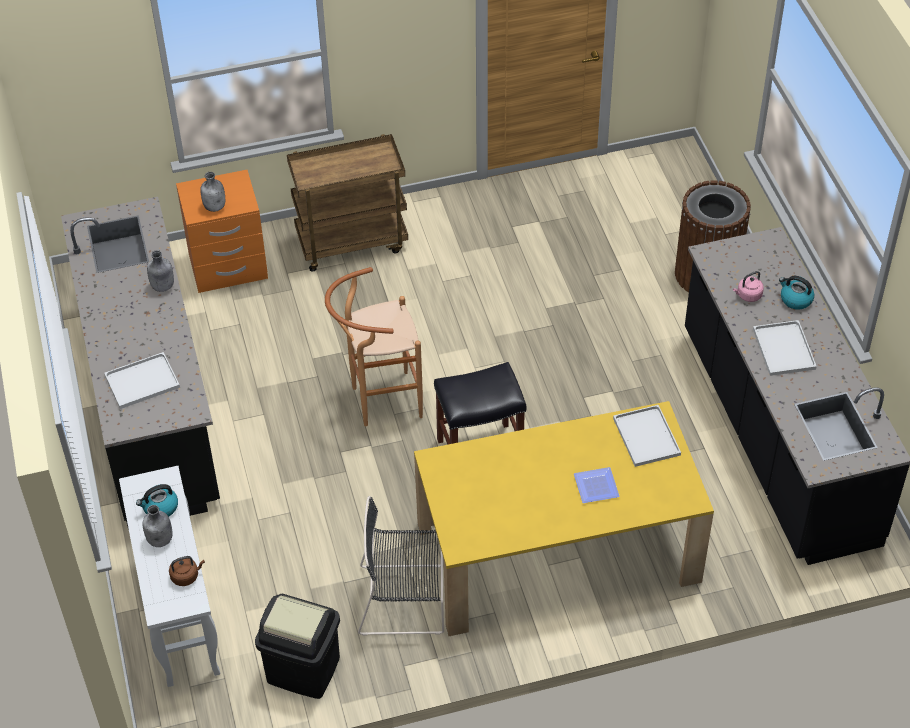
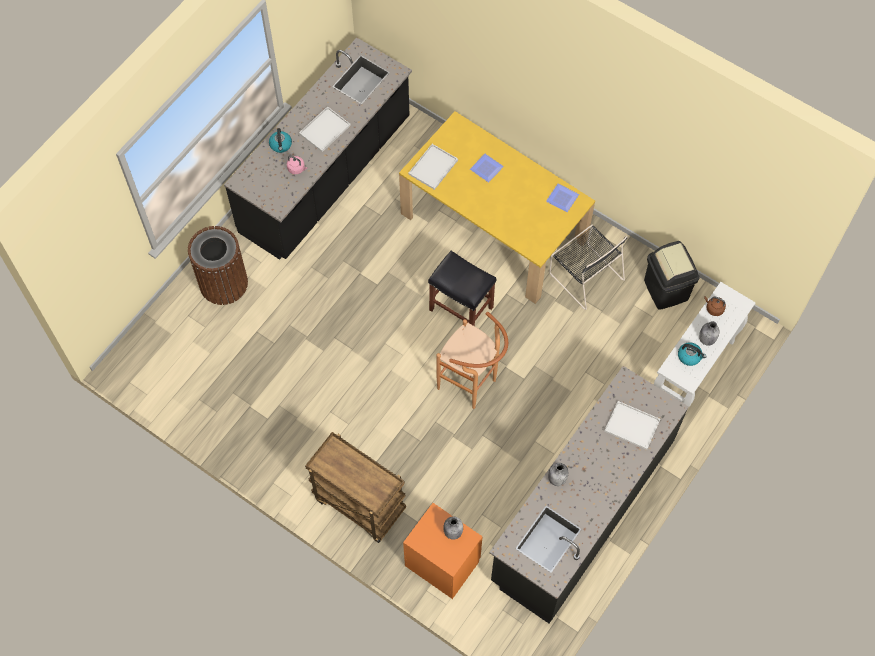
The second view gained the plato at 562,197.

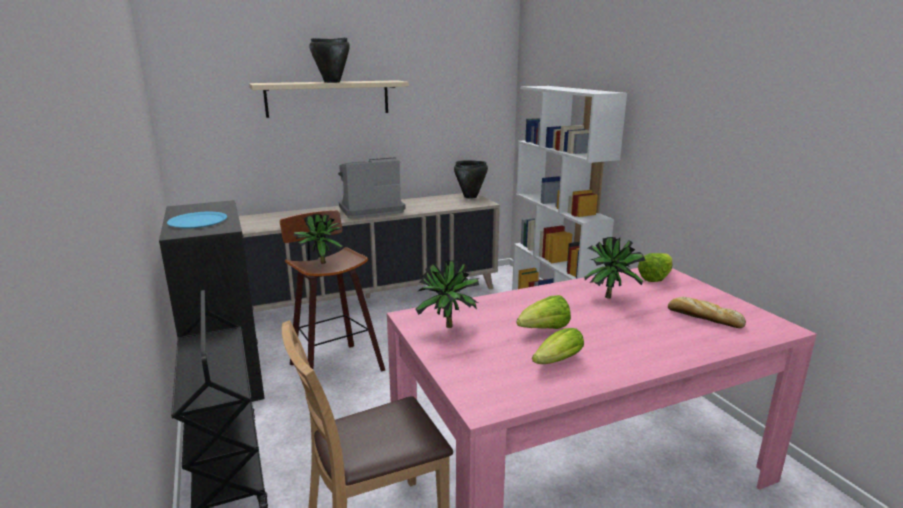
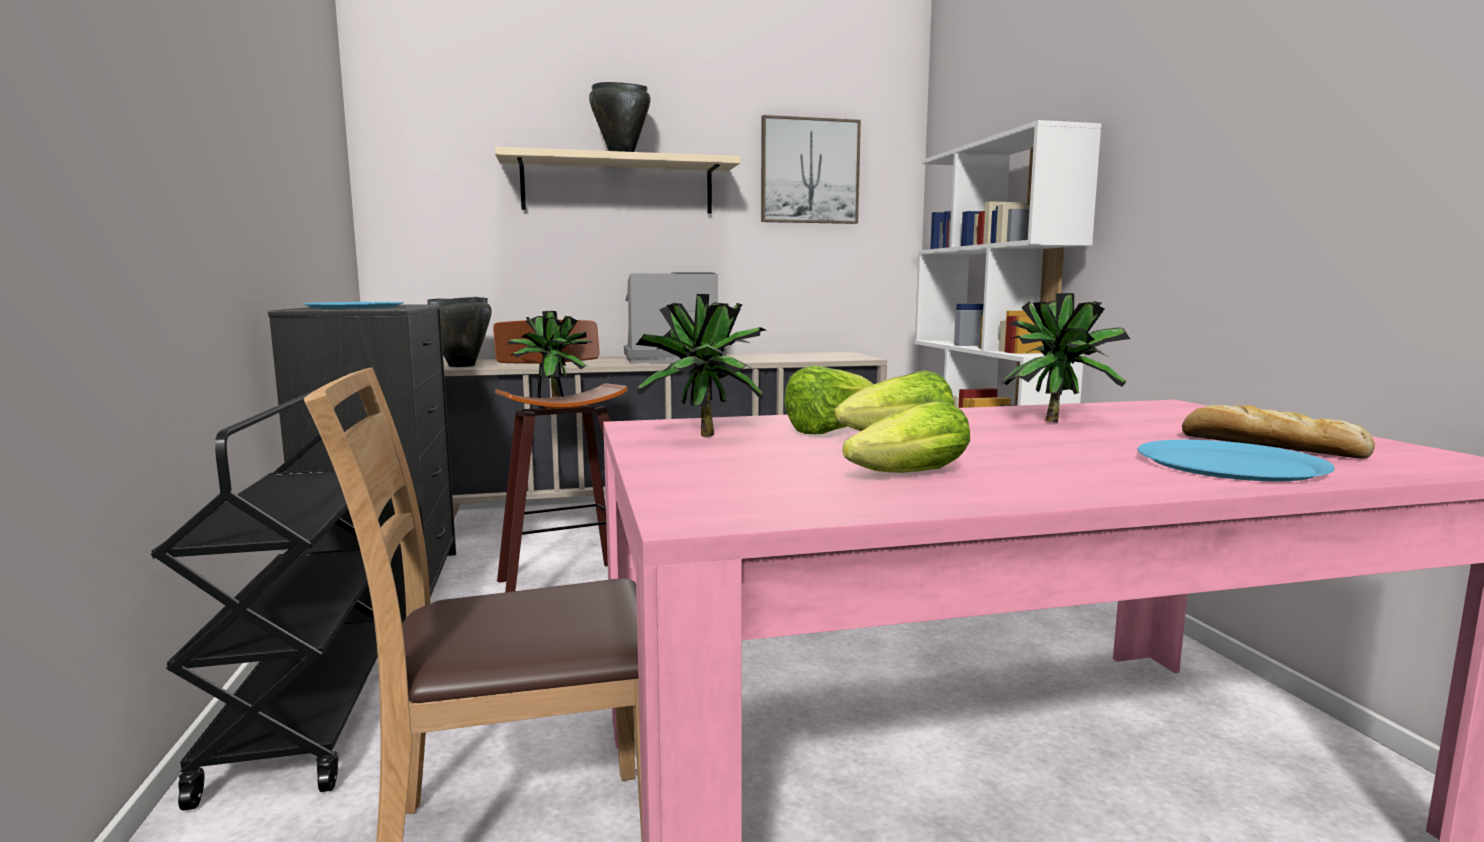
The second view gained the cuadro at 809,171.
The second view gained the plato/azul at 1230,464.
The olla/negro ended up elsewhere, having gone from 470,197 to 461,366.
The lechuga ended up elsewhere, having gone from 655,278 to 831,431.

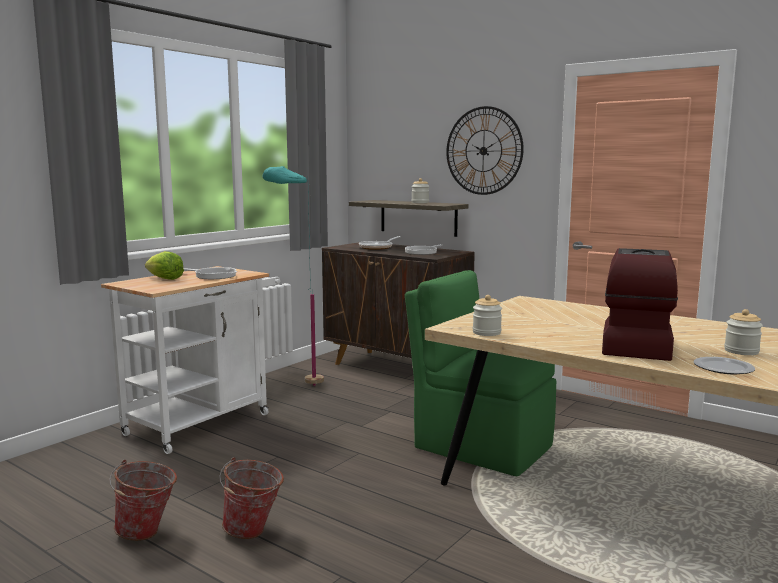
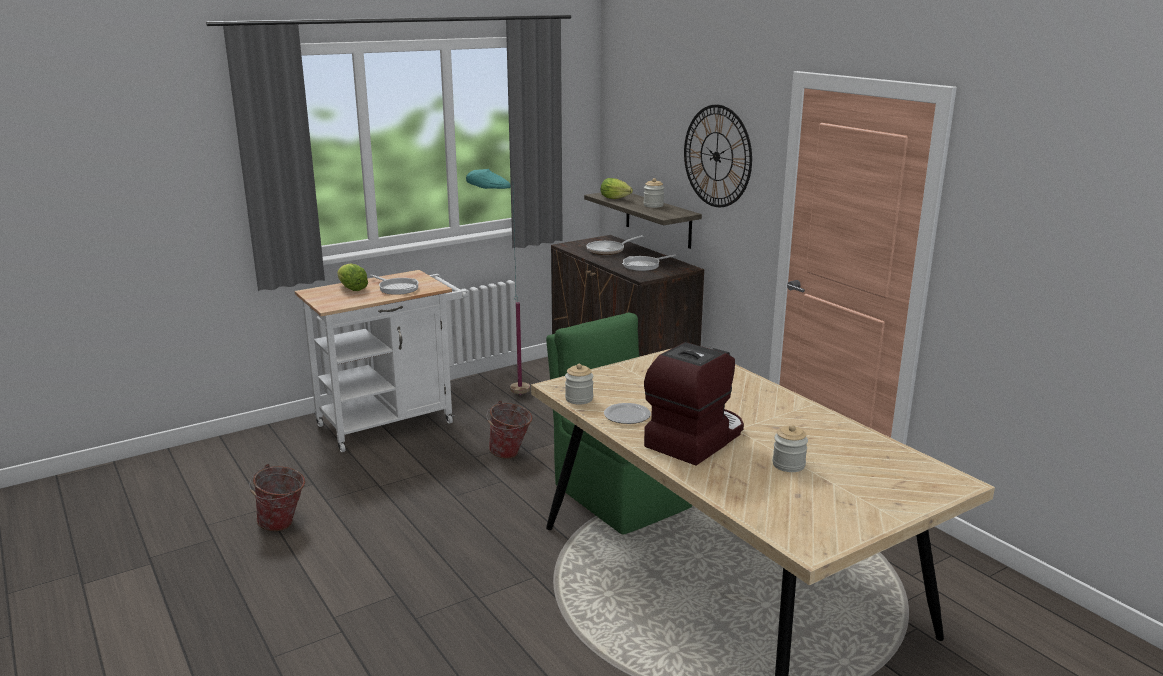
The second view gained the lechuga at 617,199.
The cubo ended up elsewhere, having gone from 254,532 to 510,455.
The plato ended up elsewhere, having gone from 723,368 to 626,416.

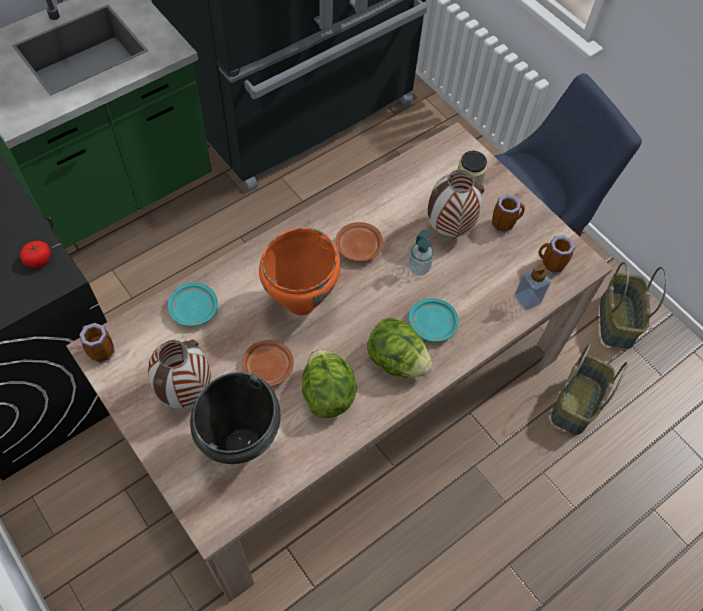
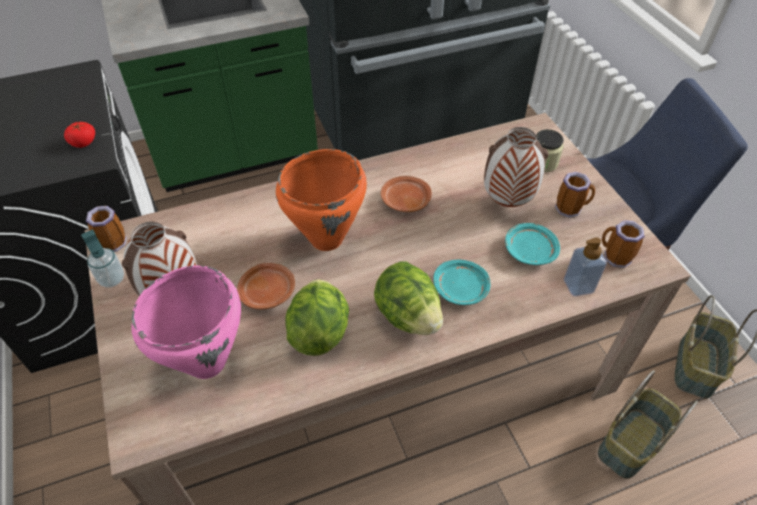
The plato/turquesa ended up elsewhere, having gone from 193,308 to 529,250.
The dispensador de jabón ended up elsewhere, having gone from 419,267 to 112,279.
What was the olla/negro at 242,444 turned into the olla/rosa at 208,362.

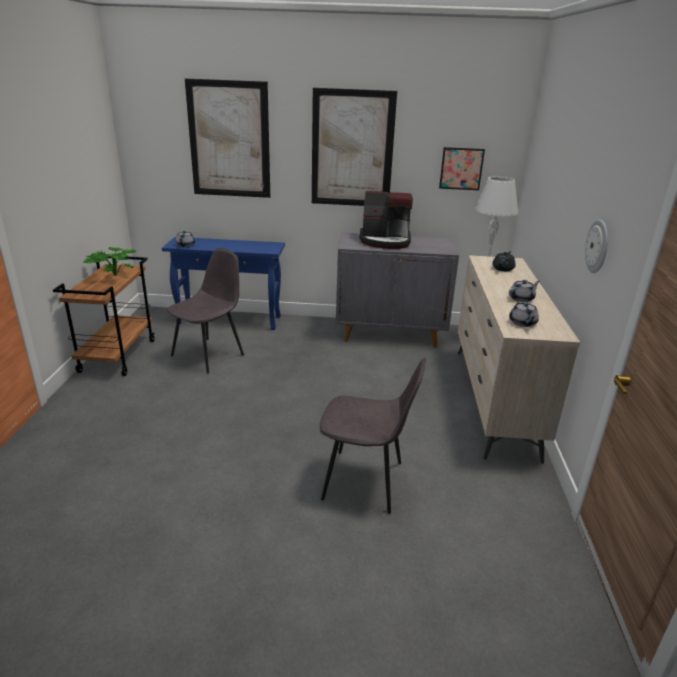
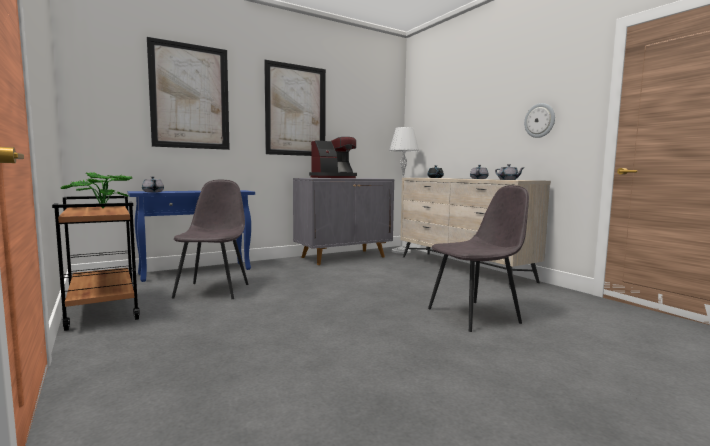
The second view lost the cuadro at 461,168.

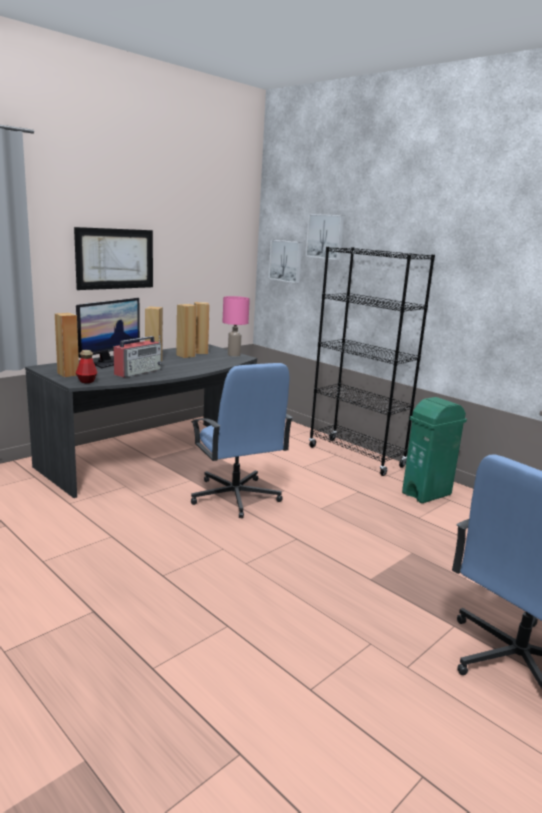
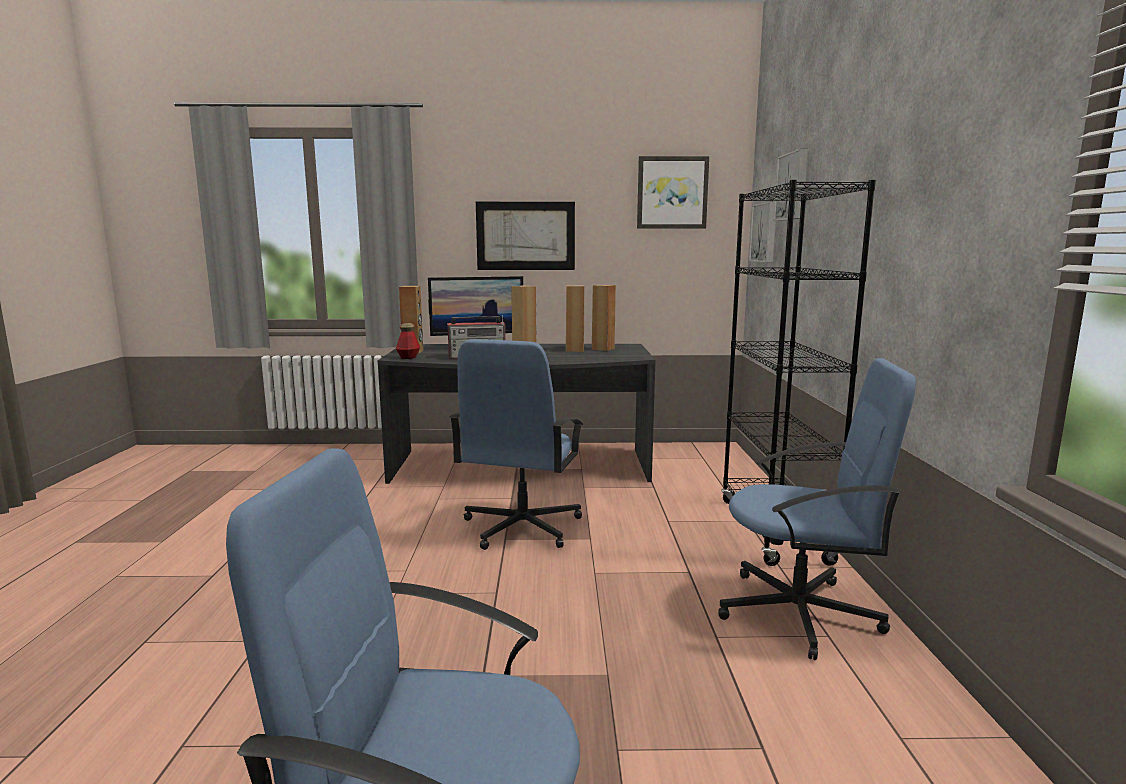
The second view lost the lámpara de mesa/rosa at 234,355.
The second view gained the cuadro at 672,193.
Where the papelera/verde stood at 427,494, the silla de oficina/azul came to stand at 800,613.

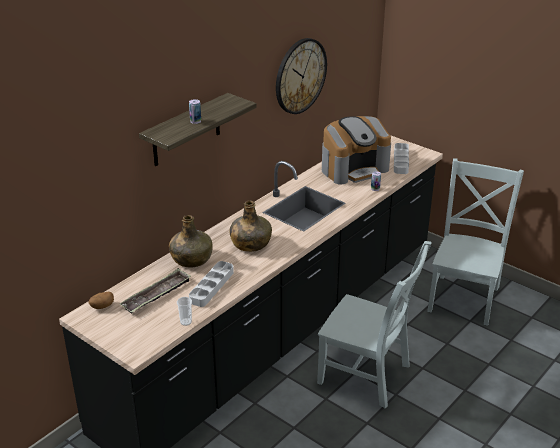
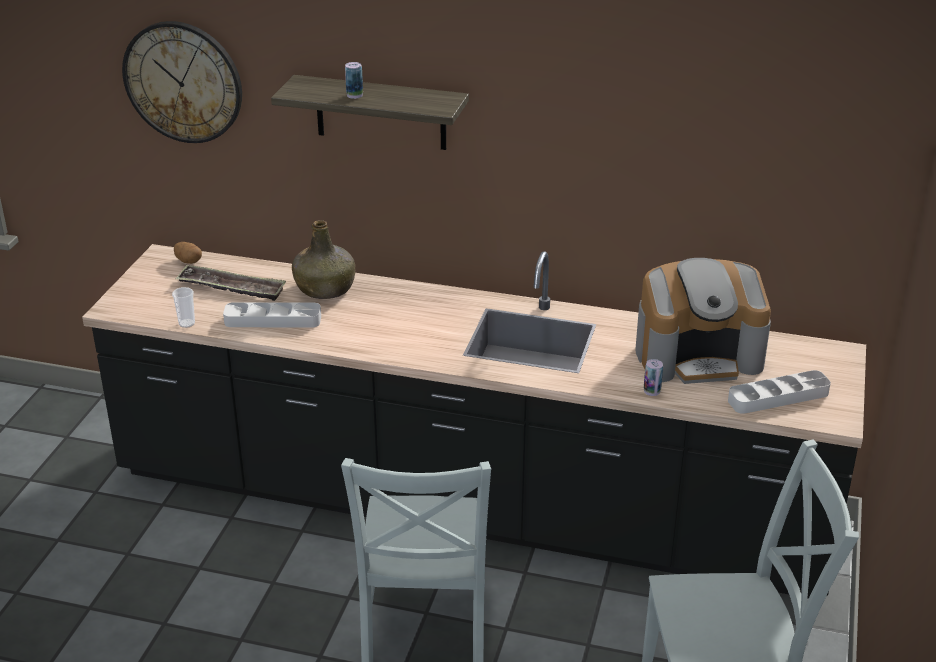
The second view lost the botella/verde at 250,244.
The reloj de pared ended up elsewhere, having gone from 300,76 to 183,82.
The cafetera at 354,168 ended up facing another way, 45 degrees counterclockwise from before.

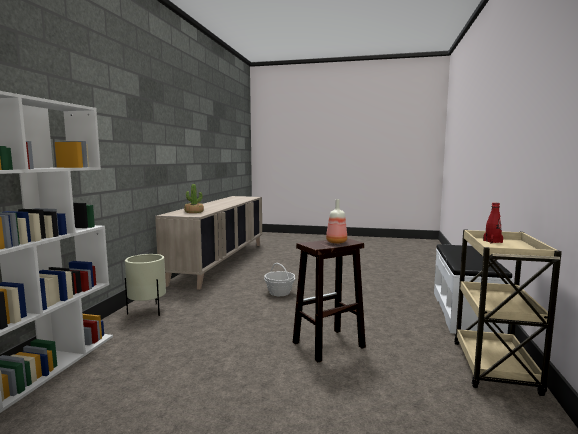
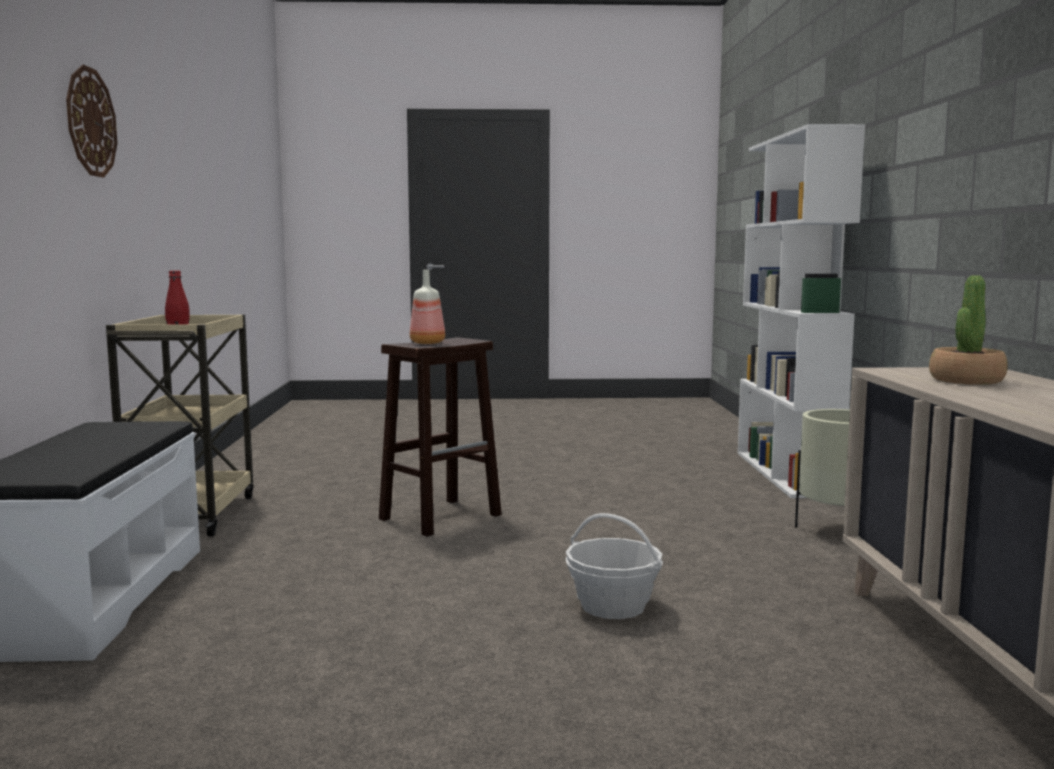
The second view gained the reloj de pared at 90,122.

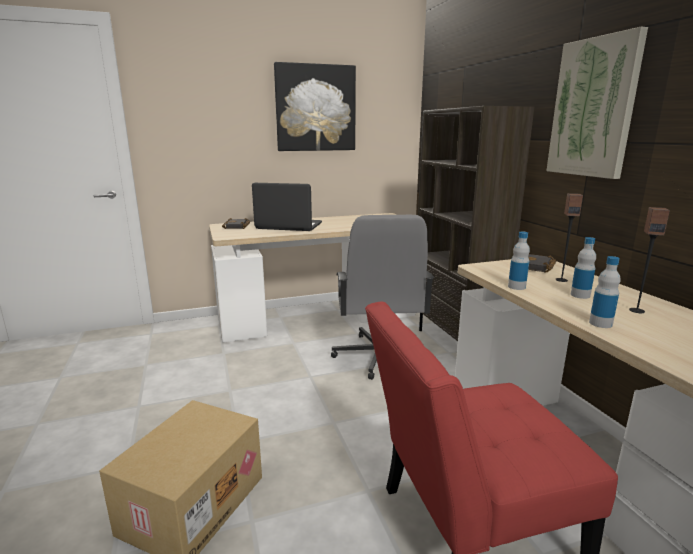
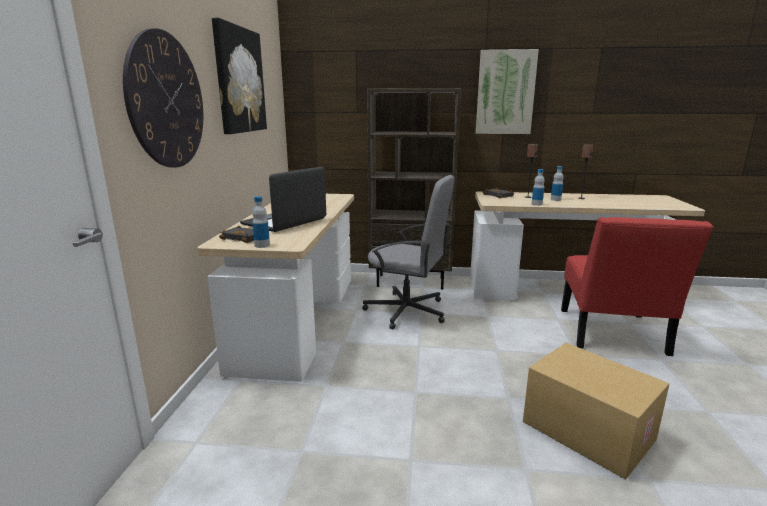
The second view gained the reloj de pared at 166,101.
The botella ended up elsewhere, having gone from 600,323 to 262,245.

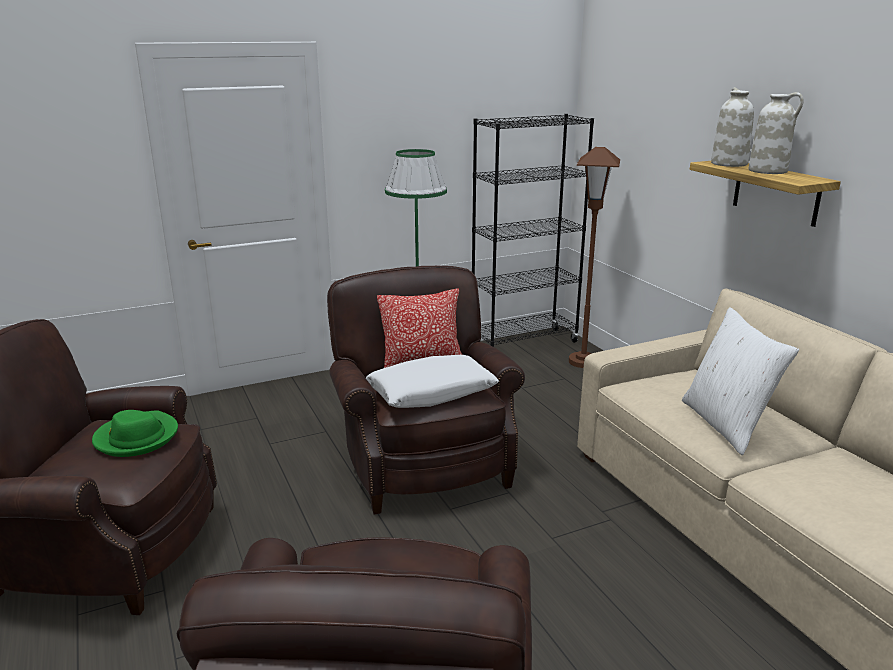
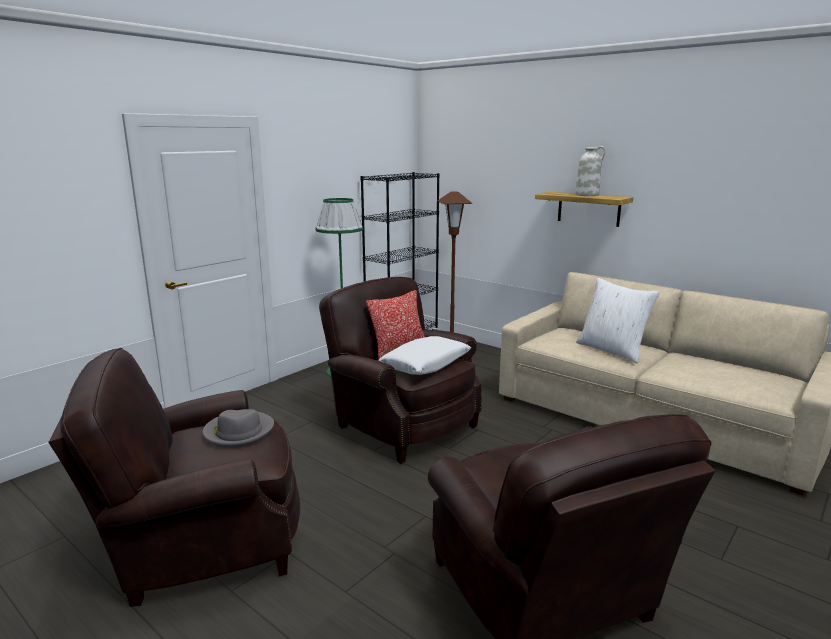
The second view lost the florero/blanco at 728,163.
What was the sombrero/verde at 136,437 turned into the sombrero/gris at 238,432.

